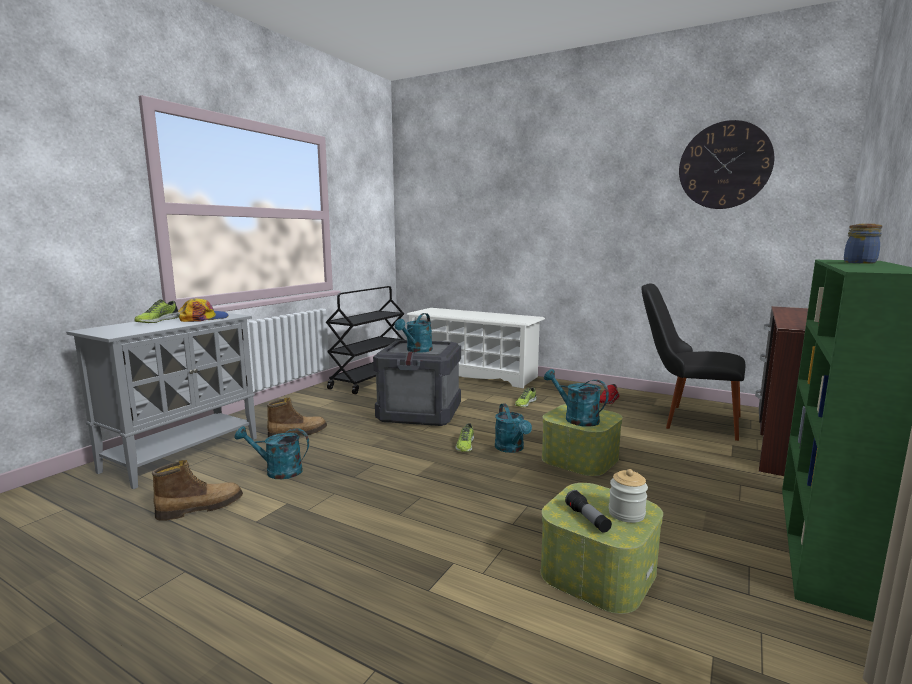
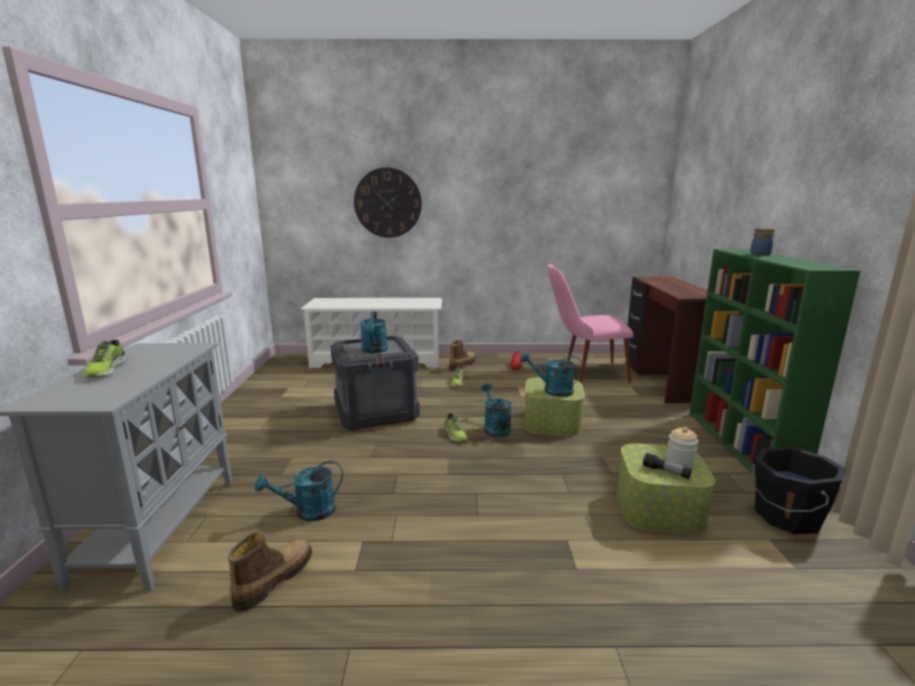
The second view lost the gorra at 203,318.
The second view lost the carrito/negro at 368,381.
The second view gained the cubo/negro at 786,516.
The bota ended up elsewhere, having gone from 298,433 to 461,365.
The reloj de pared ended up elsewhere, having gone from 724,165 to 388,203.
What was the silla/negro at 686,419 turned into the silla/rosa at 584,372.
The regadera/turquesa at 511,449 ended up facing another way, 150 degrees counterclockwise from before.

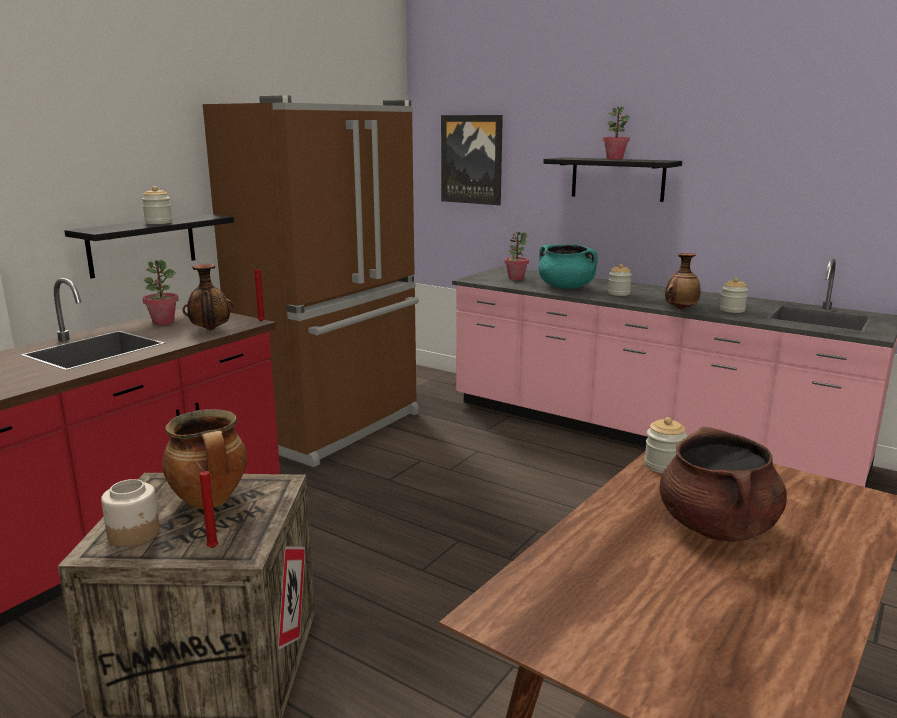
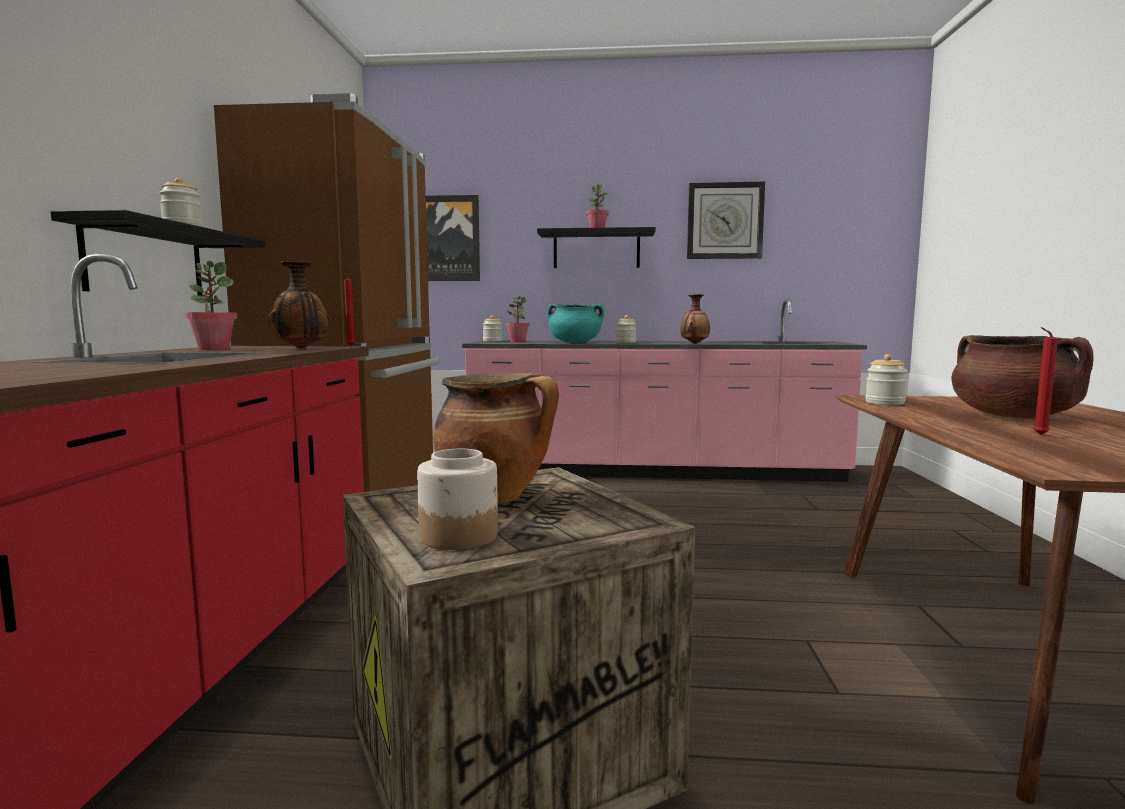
The second view gained the reloj de pared at 725,221.
The vela/rojo ended up elsewhere, having gone from 211,547 to 1038,435.
The tarro ended up elsewhere, having gone from 732,310 to 492,341.

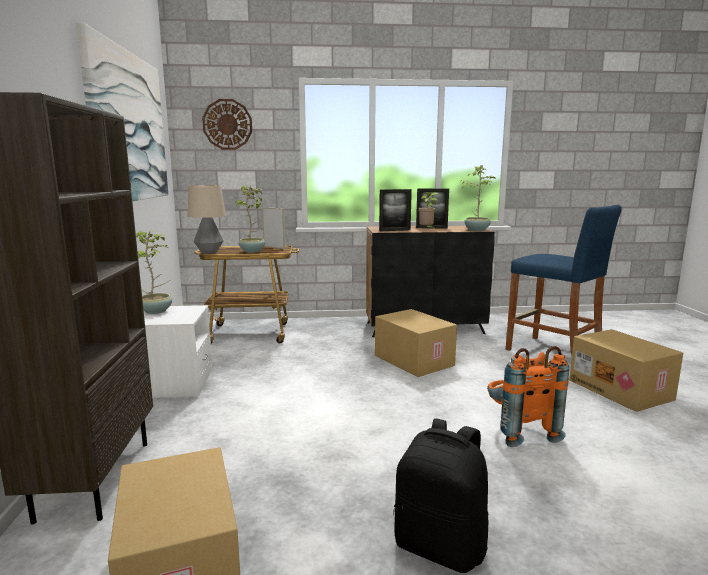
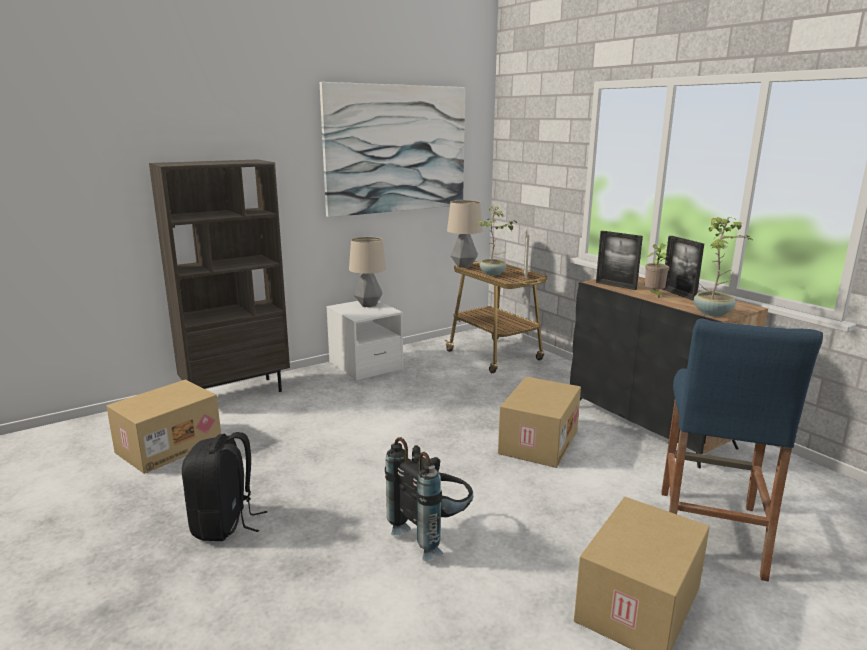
The second view lost the reloj de pared at 227,124.
Where the planta en maceta stood at 157,311, the lámpara de mesa came to stand at 368,305.
What was the mochila/naranja at 518,430 turned into the mochila/negro at 432,533.

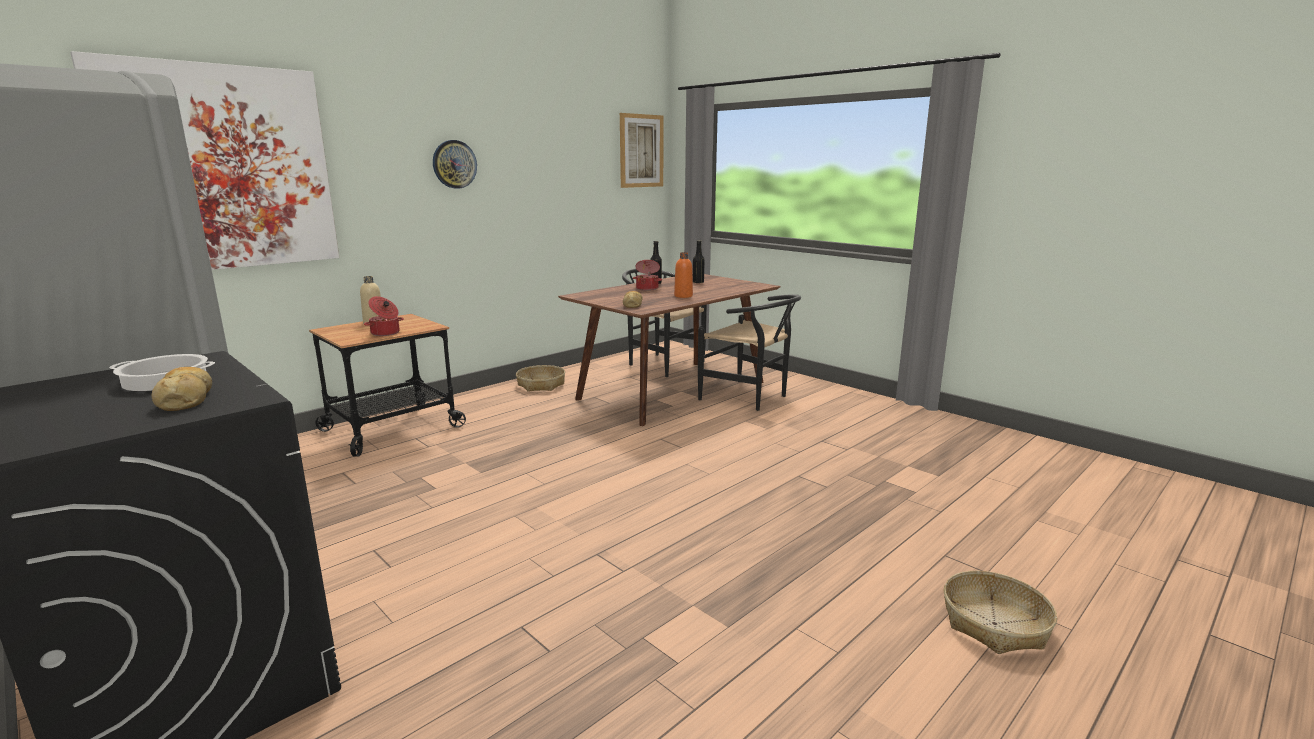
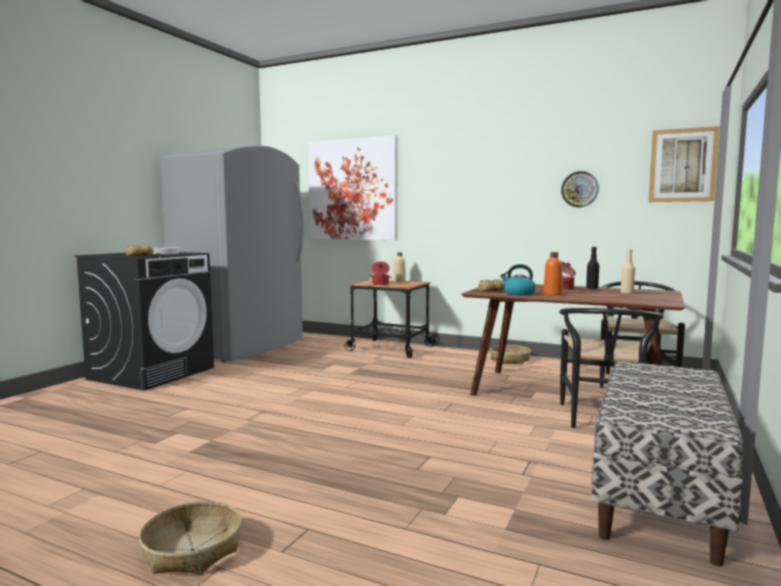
The second view gained the hervidor at 518,293.
The second view gained the banco at 659,495.
The reloj de pared ended up elsewhere, having gone from 454,164 to 579,189.
What was the botella/negro at 698,282 turned into the botella/beis at 627,293.

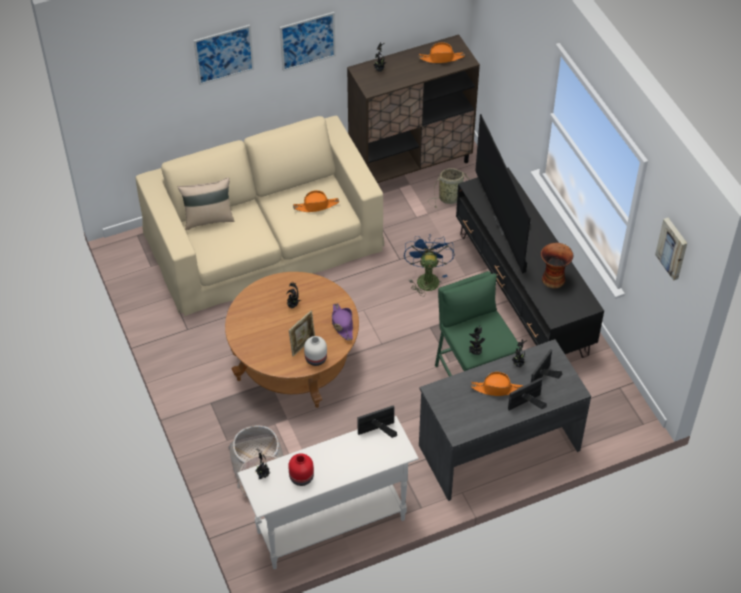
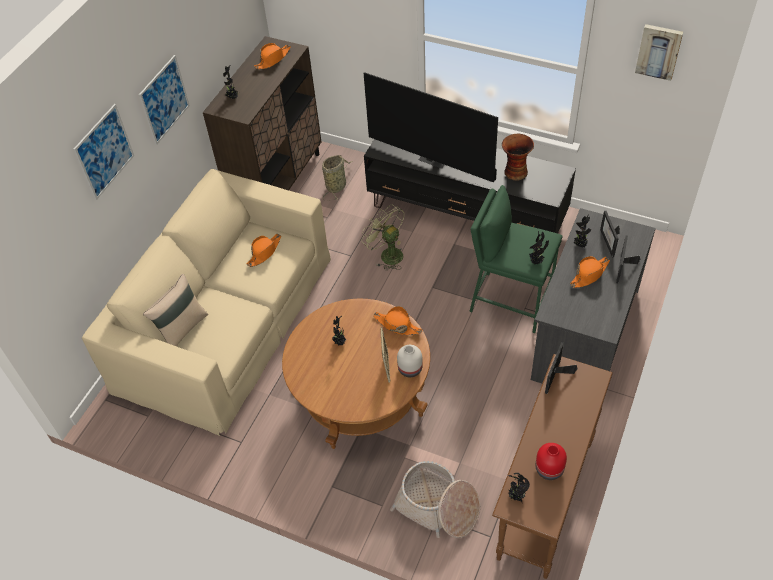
What was the mesa consola/blanco at 330,525 turned into the mesa consola/marrón at 544,500.
What was the sombrero/morado at 342,324 turned into the sombrero/naranja at 397,325.
What was the ventilador/azul at 426,278 turned into the ventilador/verde at 387,254.

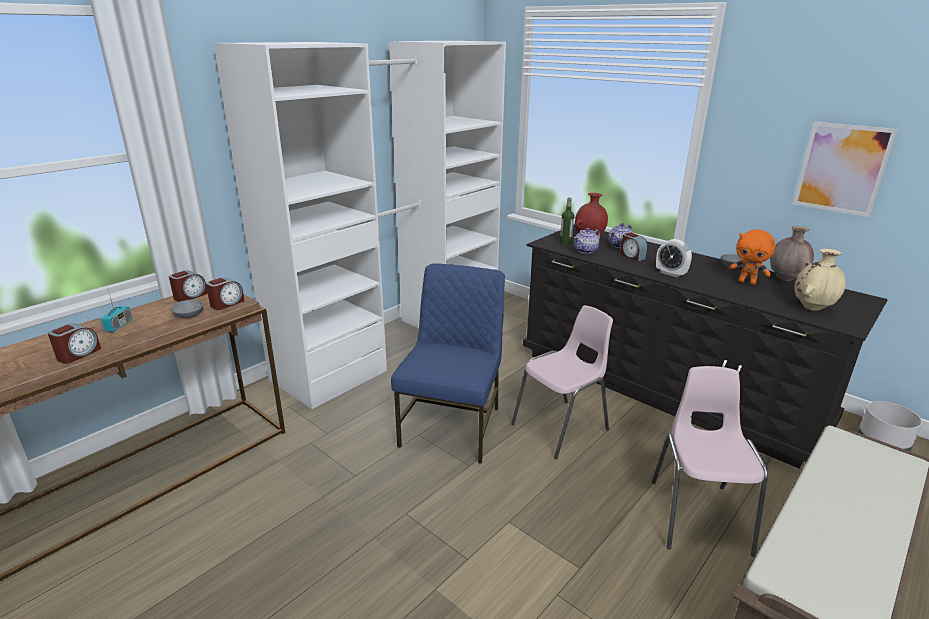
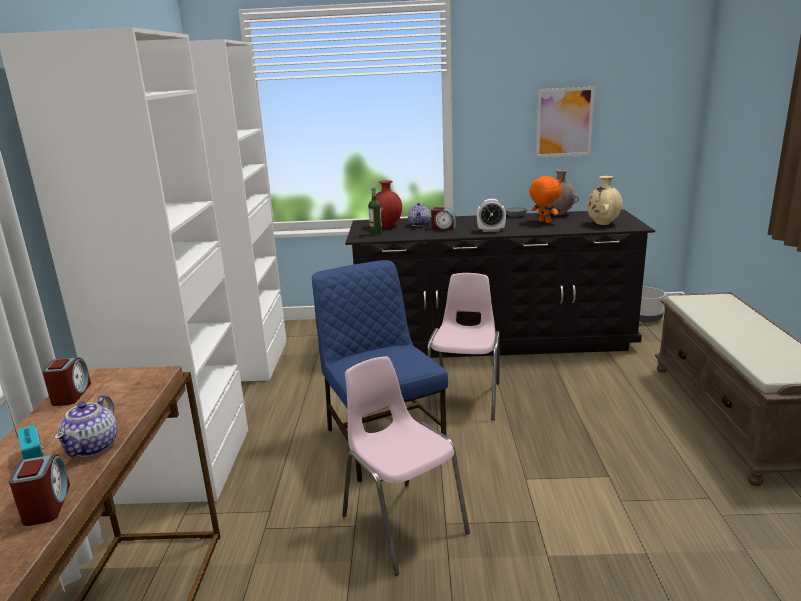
The second view lost the cuenco/gris at 188,315.
The second view lost the despertador at 227,303.
The tetera ended up elsewhere, having gone from 586,250 to 93,446.
The silla/rosa ended up elsewhere, having gone from 698,515 to 403,524.
The peluche/naranja at 747,282 ended up facing another way, 120 degrees counterclockwise from before.

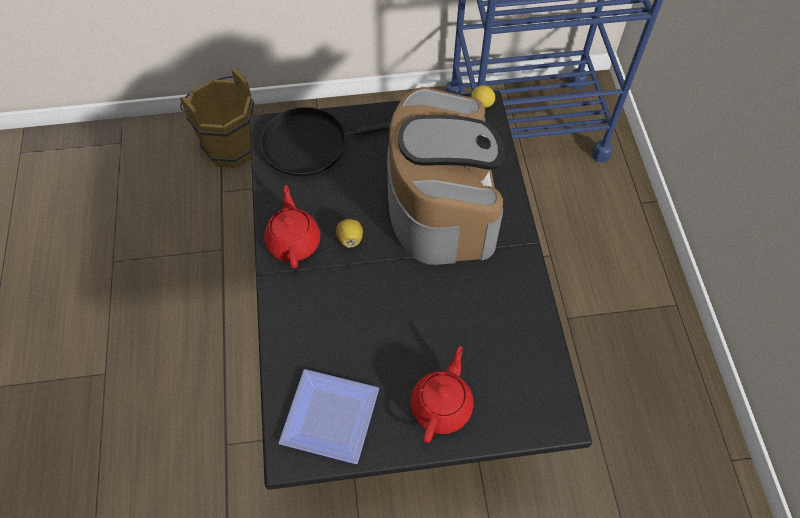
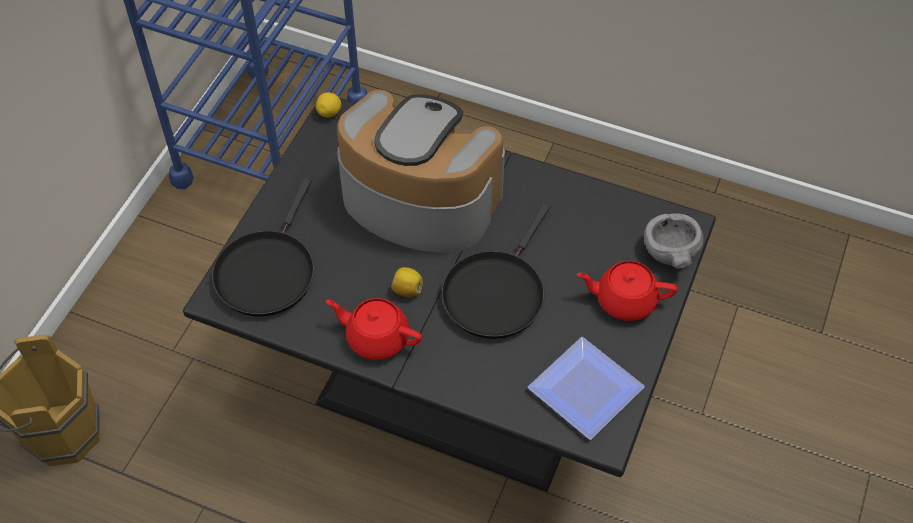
The second view gained the sartén/negro at 495,292.
The second view gained the cuenco/gris at 669,251.
The tetera/rojo at 442,405 ended up facing another way, 45 degrees counterclockwise from before.

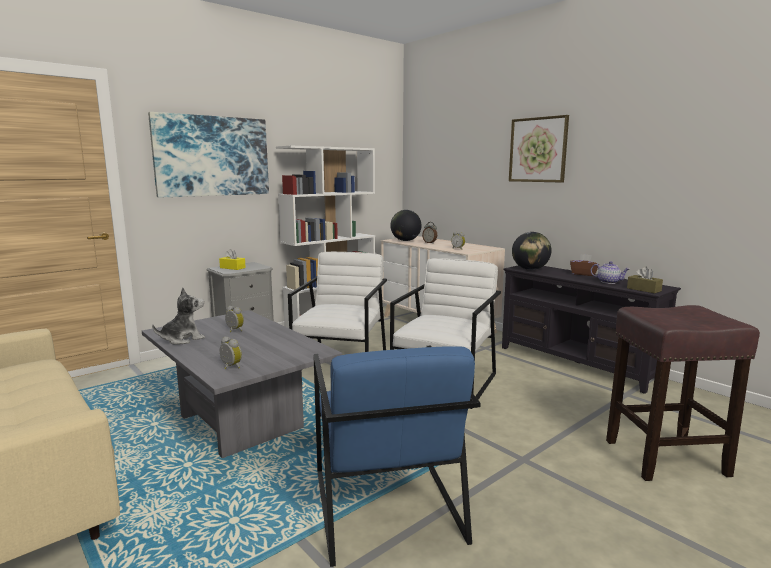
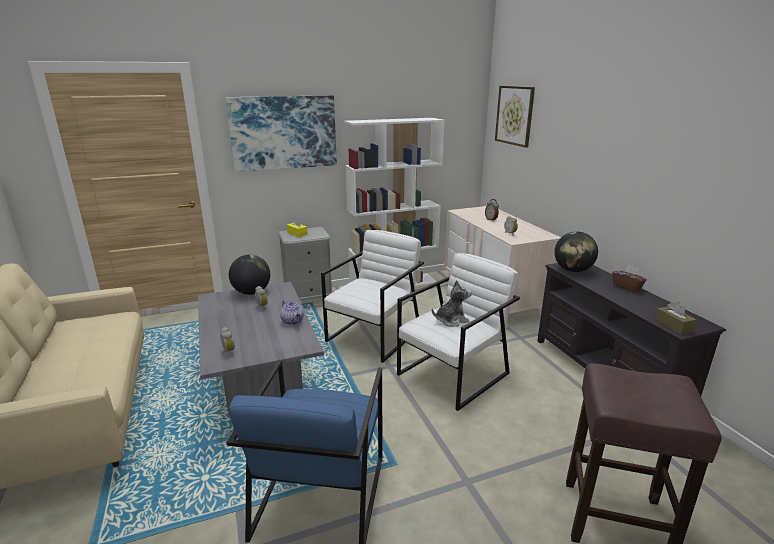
The peluche ended up elsewhere, having gone from 183,339 to 451,320.
The globo terráqueo ended up elsewhere, having gone from 405,240 to 251,292.
The cuadro ended up elsewhere, having gone from 538,150 to 514,115.
The tetera ended up elsewhere, having gone from 609,282 to 293,321.

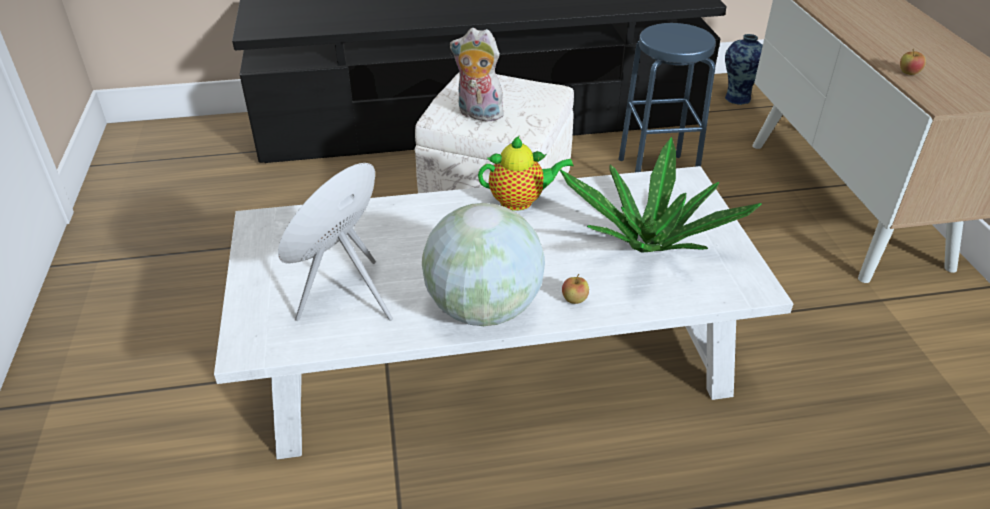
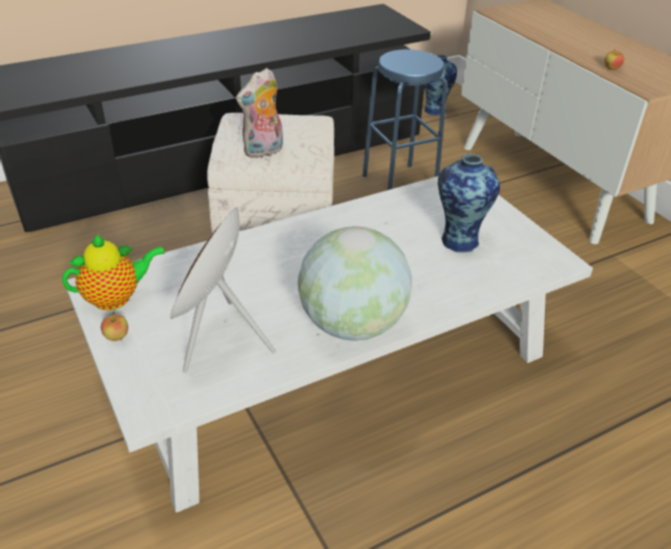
The tetera ended up elsewhere, having gone from 520,201 to 116,298.
The manzana ended up elsewhere, having gone from 574,299 to 116,336.
Where the planta en maceta stood at 649,243, the florero came to stand at 459,240.
The peluche at 478,114 ended up facing another way, 45 degrees counterclockwise from before.

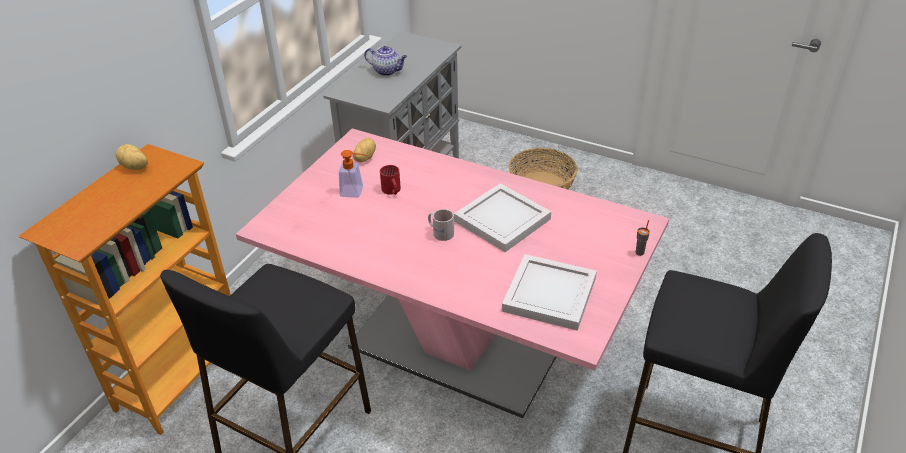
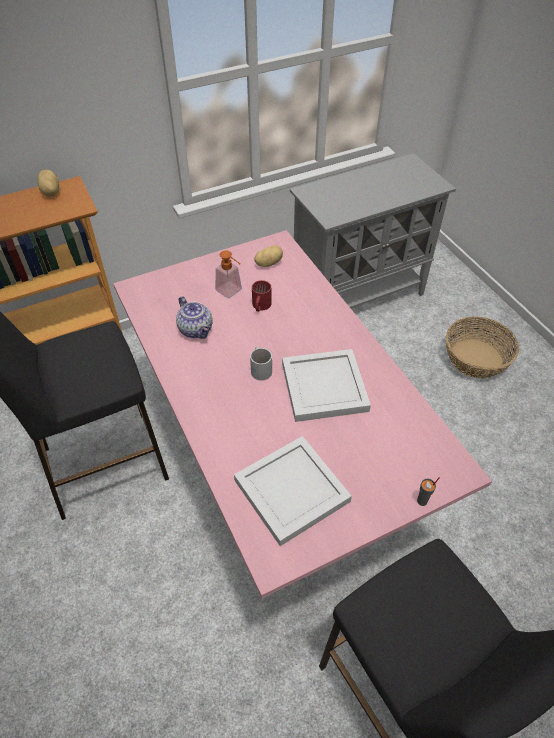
The tetera ended up elsewhere, having gone from 387,71 to 196,330.

